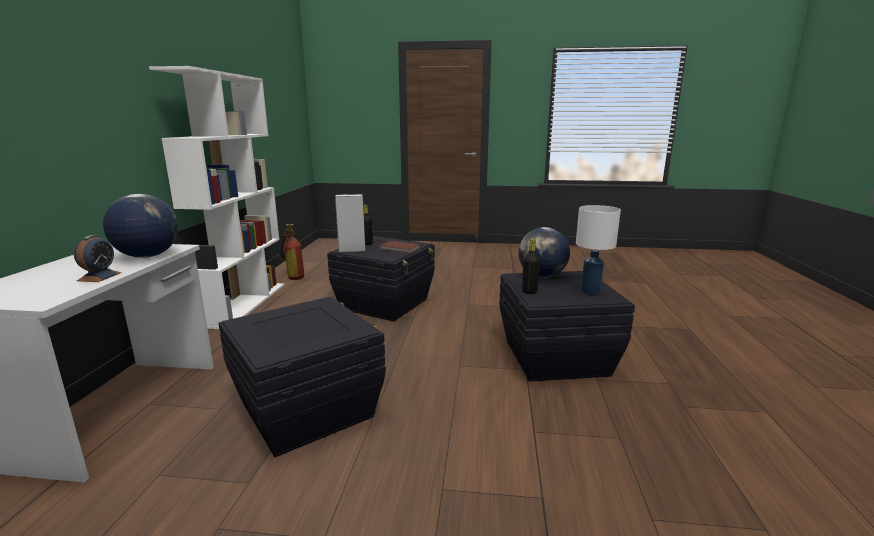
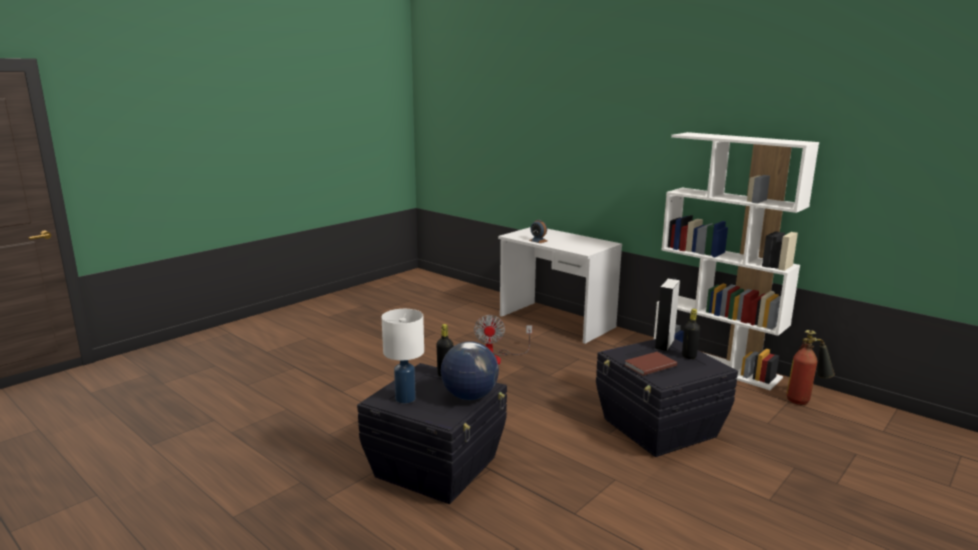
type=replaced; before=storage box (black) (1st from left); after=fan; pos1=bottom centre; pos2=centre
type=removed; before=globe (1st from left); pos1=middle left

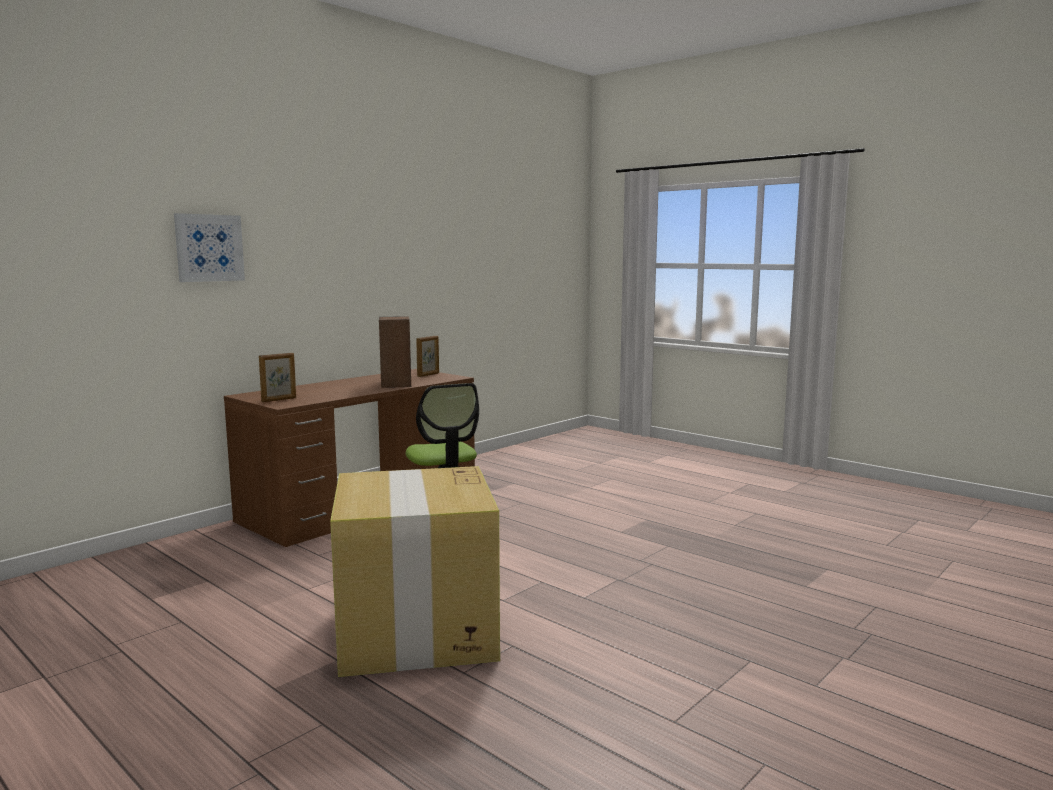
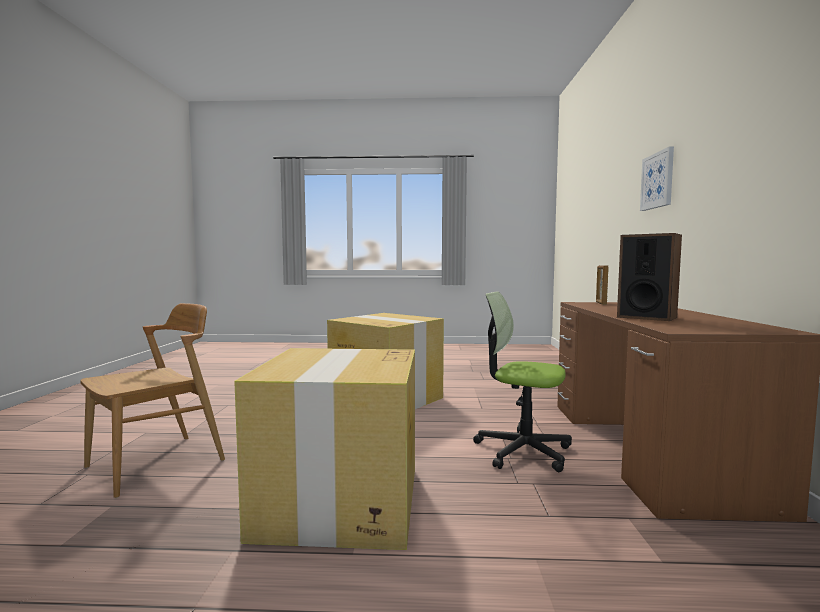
type=added; after=chair (brown); pos2=middle left
type=added; after=cardboard box (1st from left); pos2=bottom centre
type=removed; before=picture frame (2nd from left); pos1=centre

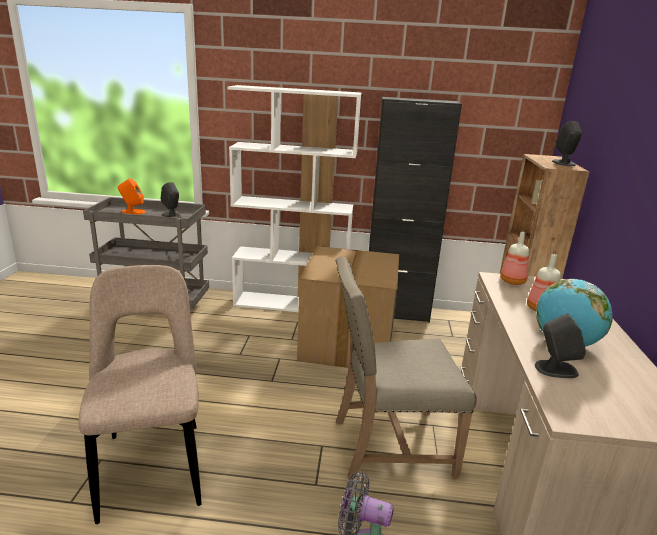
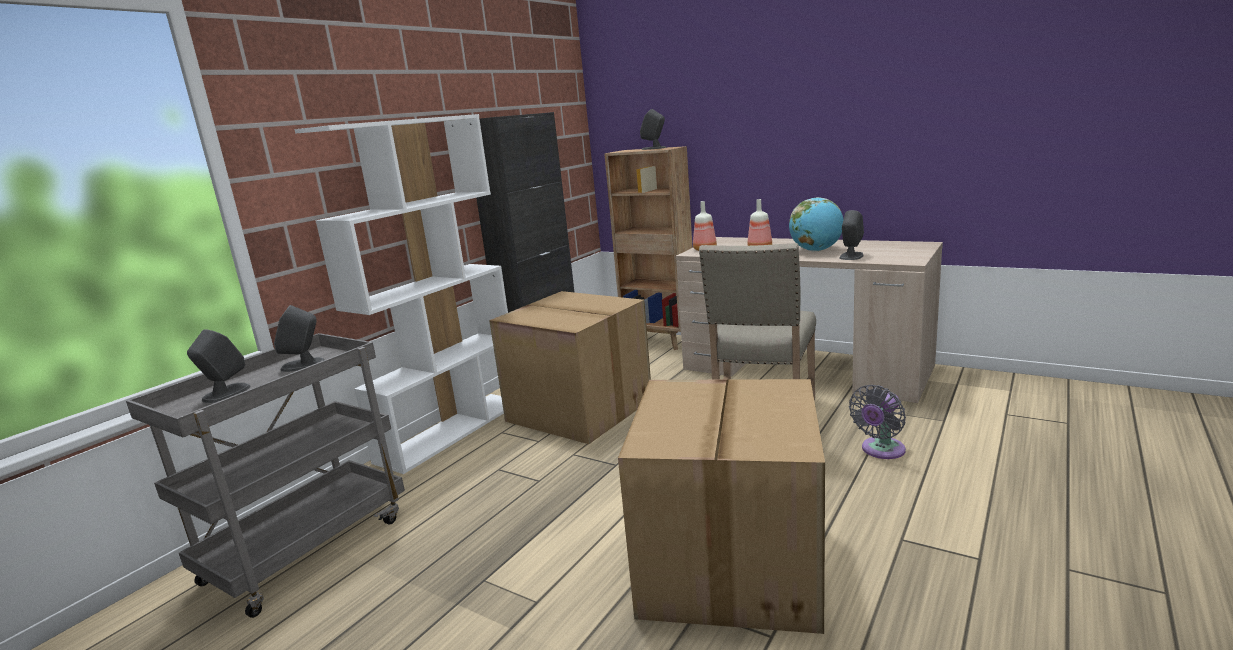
type=recoloured; before=speaker (orange); after=speaker (grey) (1st from left); pos1=middle left; pos2=middle left
type=replaced; before=chair (beige) (1st from left); after=cardboard box (2nd from left); pos1=bottom left; pos2=bottom centre

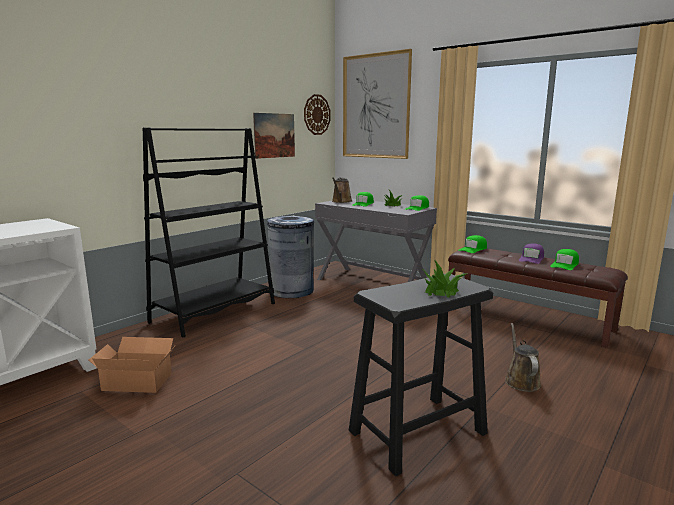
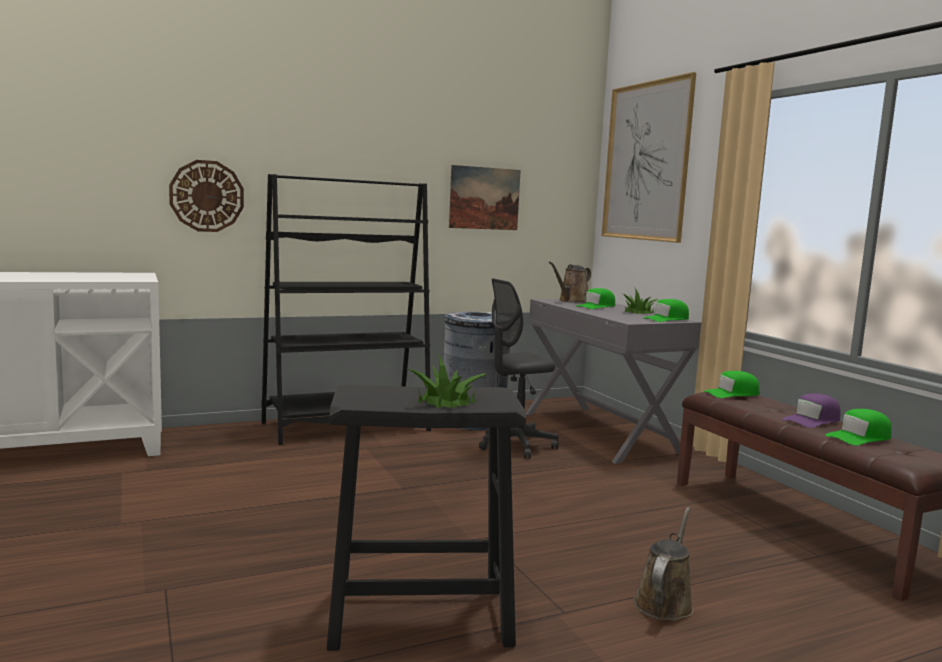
type=moved; before=wall clock; pos1=top centre; pos2=top left
type=added; after=office chair (grey); pos2=centre
type=removed; before=cardboard box; pos1=bottom left

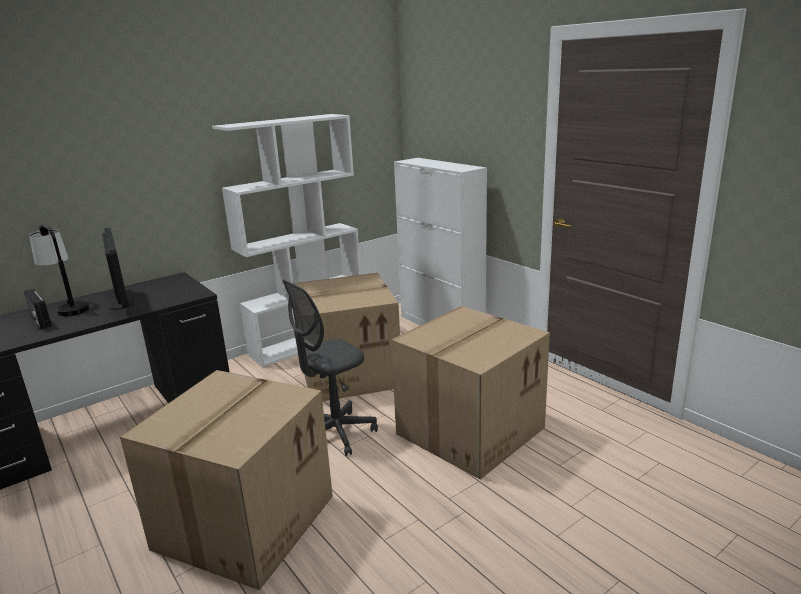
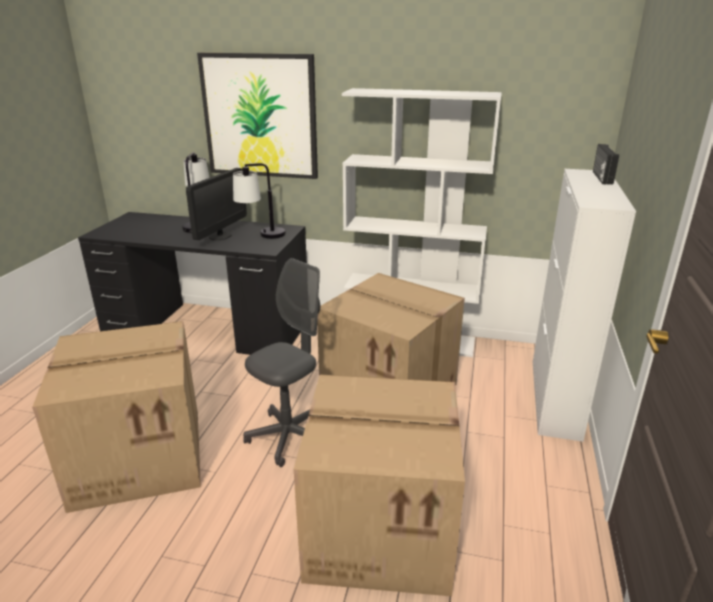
type=added; after=picture; pos2=top centre
type=added; after=table lamp (2nd from left); pos2=centre
type=turned; before=office chair (grey); pos1=centre; pos2=centre; turn=120
type=moved; before=radio; pos1=middle left; pos2=top right

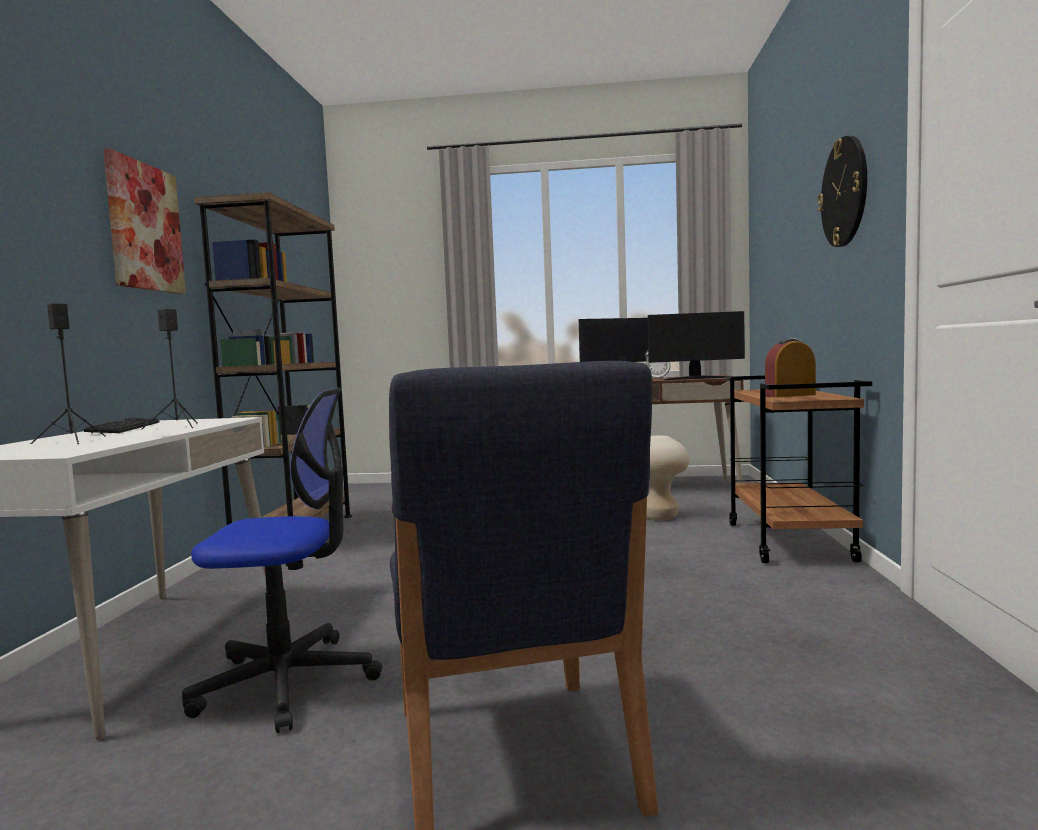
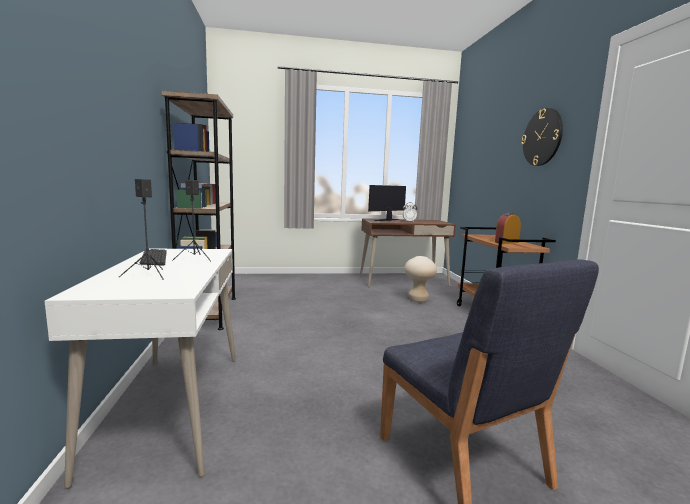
type=removed; before=picture; pos1=top left
type=removed; before=office chair; pos1=bottom left
type=removed; before=monitor (2nd from left); pos1=middle right

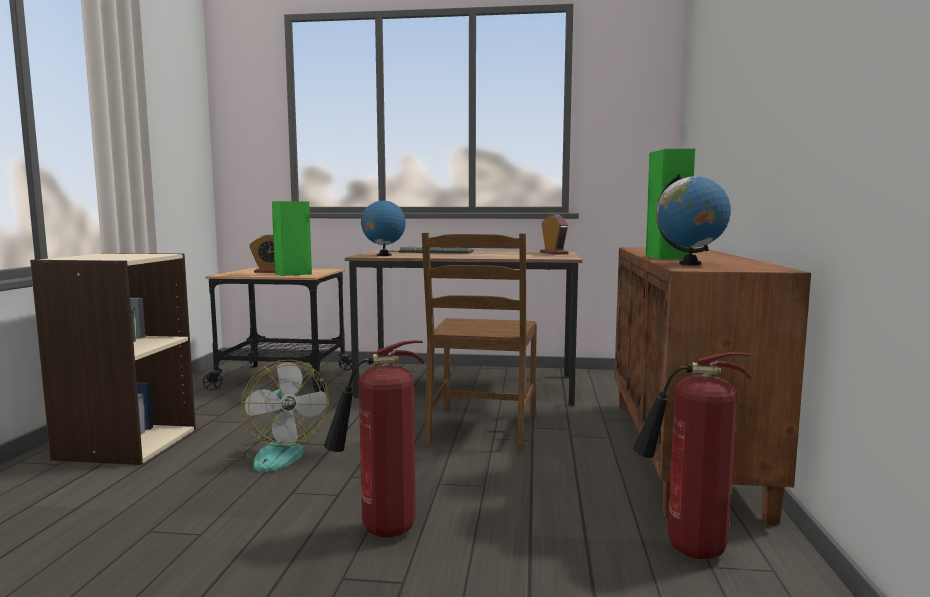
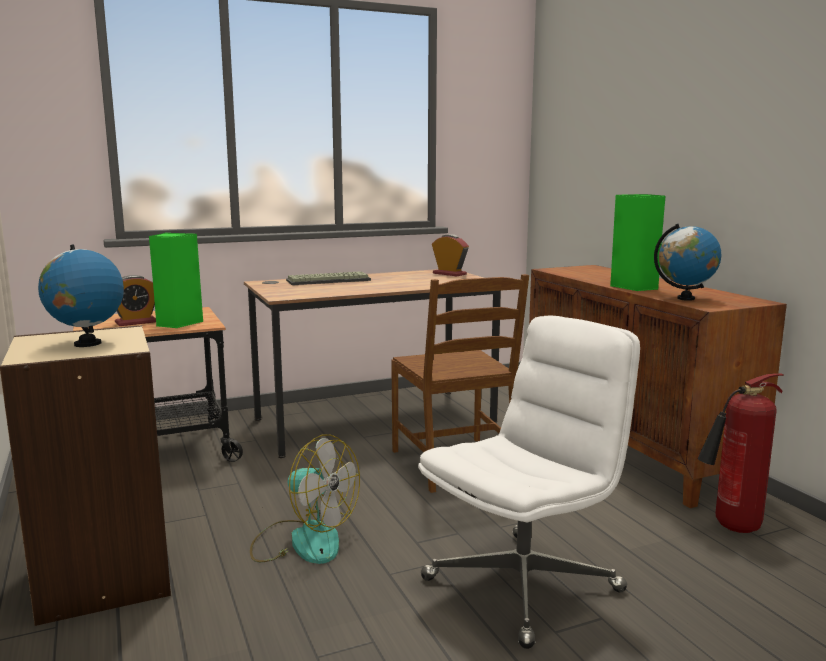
type=moved; before=globe (1st from left); pos1=centre; pos2=middle left
type=replaced; before=fire extinguisher (1st from left); after=office chair (white); pos1=bottom centre; pos2=bottom centre

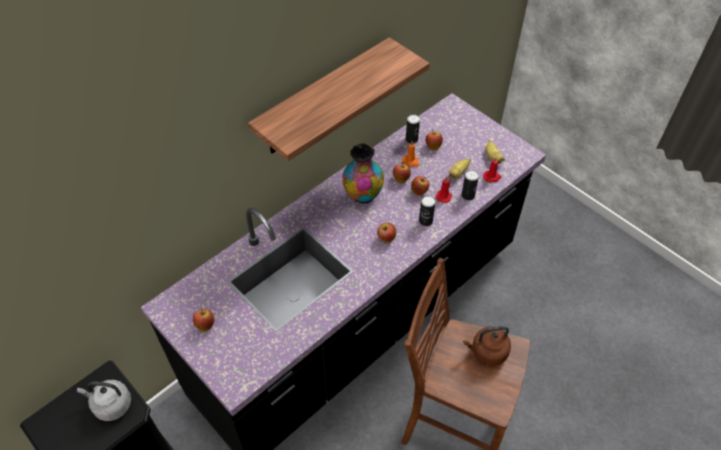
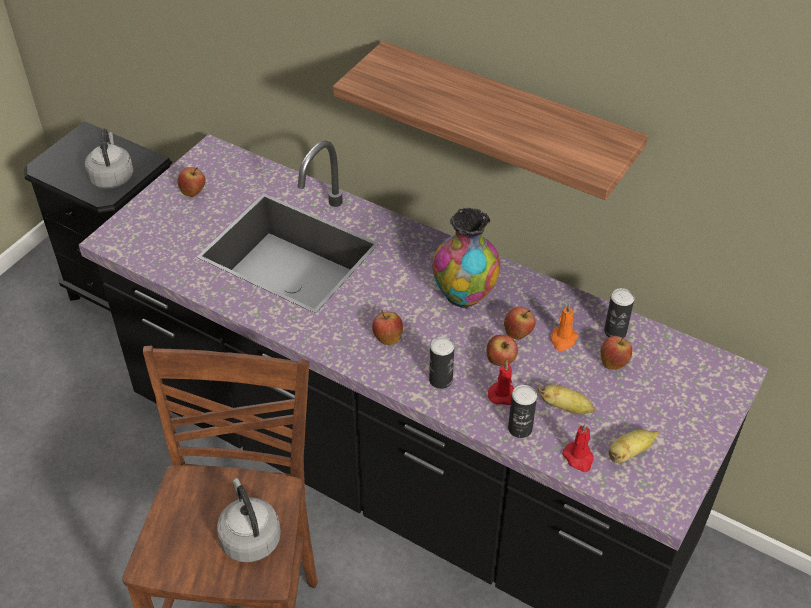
type=recoloured; before=kettle (brown); after=kettle (grey) (2nd from left); pos1=bottom right; pos2=bottom left

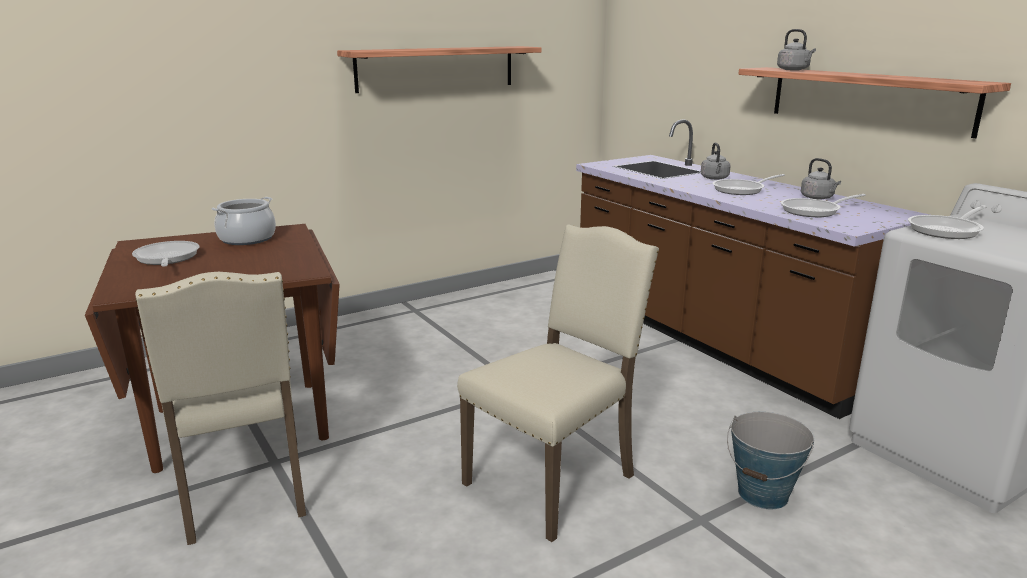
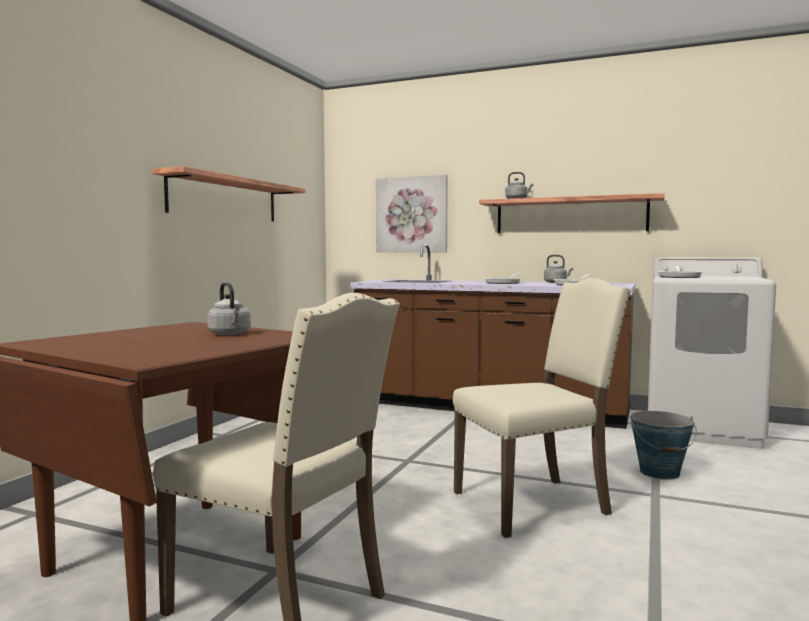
type=moved; before=kettle (grey) (1st from left); pos1=top right; pos2=middle left
type=added; after=picture; pos2=centre
type=turned; before=chair (beige) (2nd from left); pos1=centre; pos2=middle right; turn=60
type=removed; before=frying pan (1st from left); pos1=middle left
type=removed; before=cooking pot; pos1=middle left

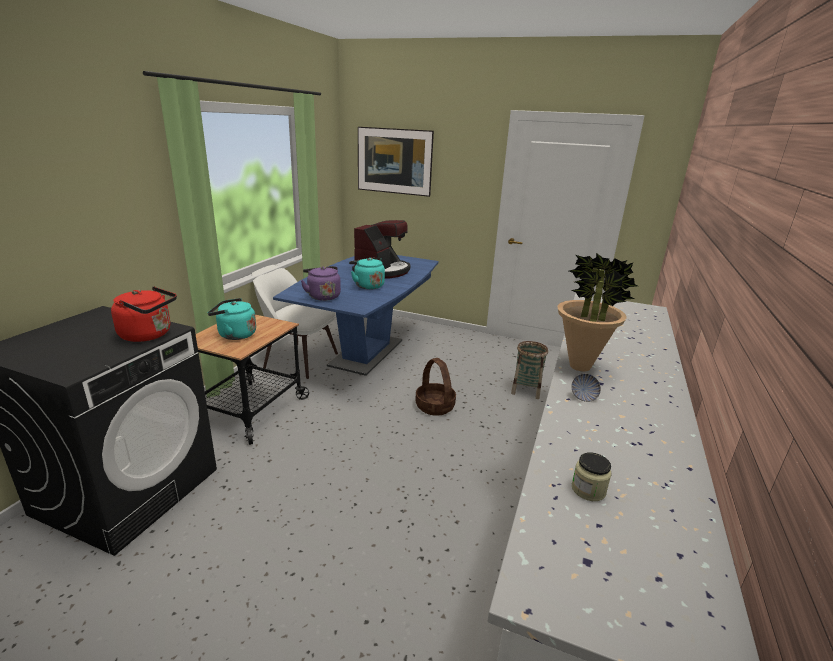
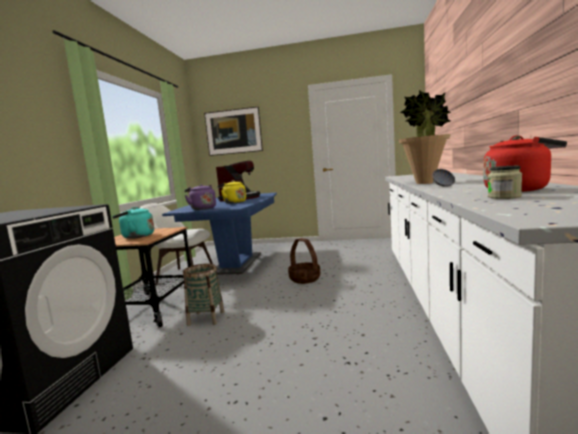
type=moved; before=basket (2nd from left in the first image); after=basket (1st from left); pos1=centre; pos2=bottom centre
type=recoloured; before=kettle (turquoise) (2nd from left); after=kettle (yellow); pos1=centre; pos2=centre
type=moved; before=kettle (red); pos1=middle left; pos2=middle right

